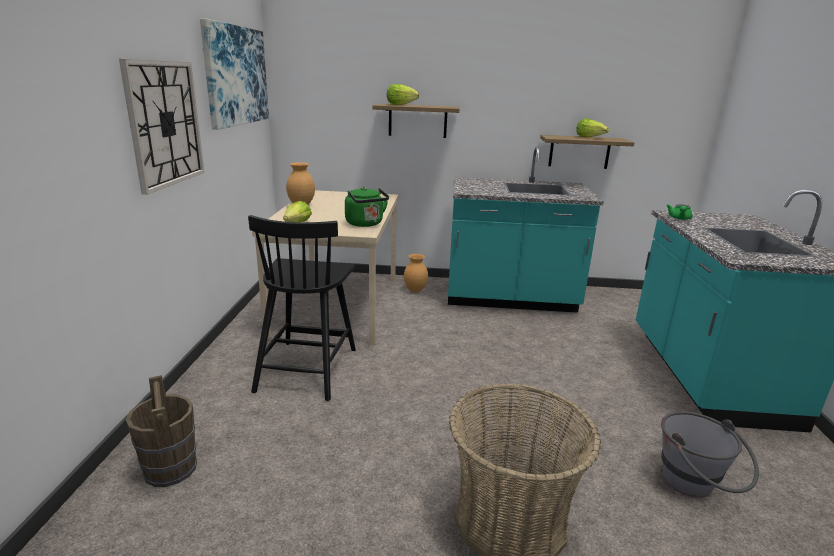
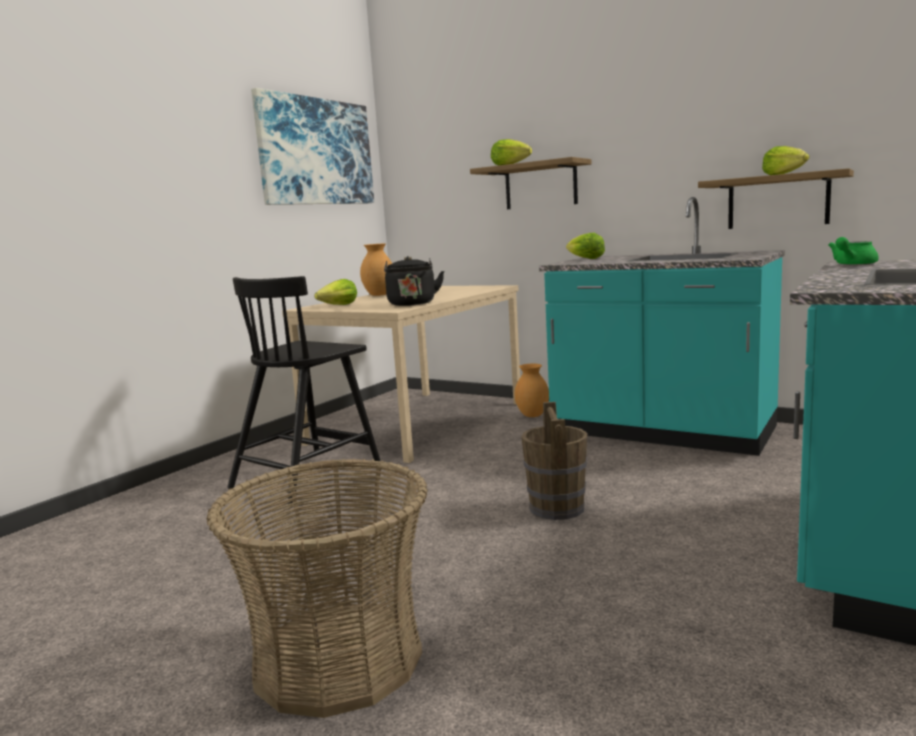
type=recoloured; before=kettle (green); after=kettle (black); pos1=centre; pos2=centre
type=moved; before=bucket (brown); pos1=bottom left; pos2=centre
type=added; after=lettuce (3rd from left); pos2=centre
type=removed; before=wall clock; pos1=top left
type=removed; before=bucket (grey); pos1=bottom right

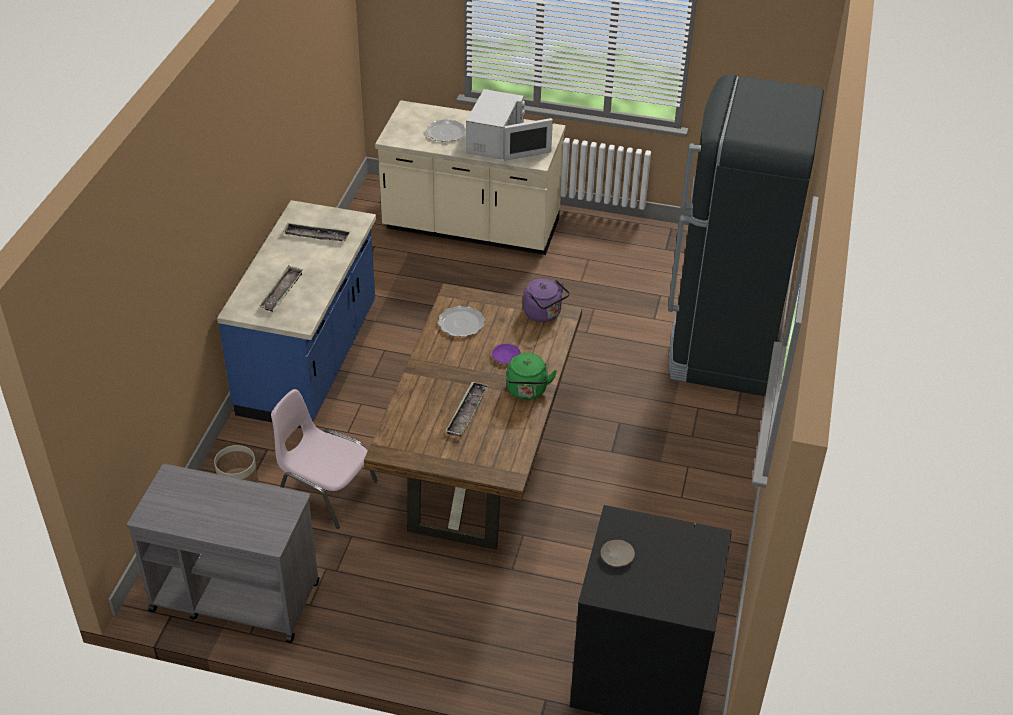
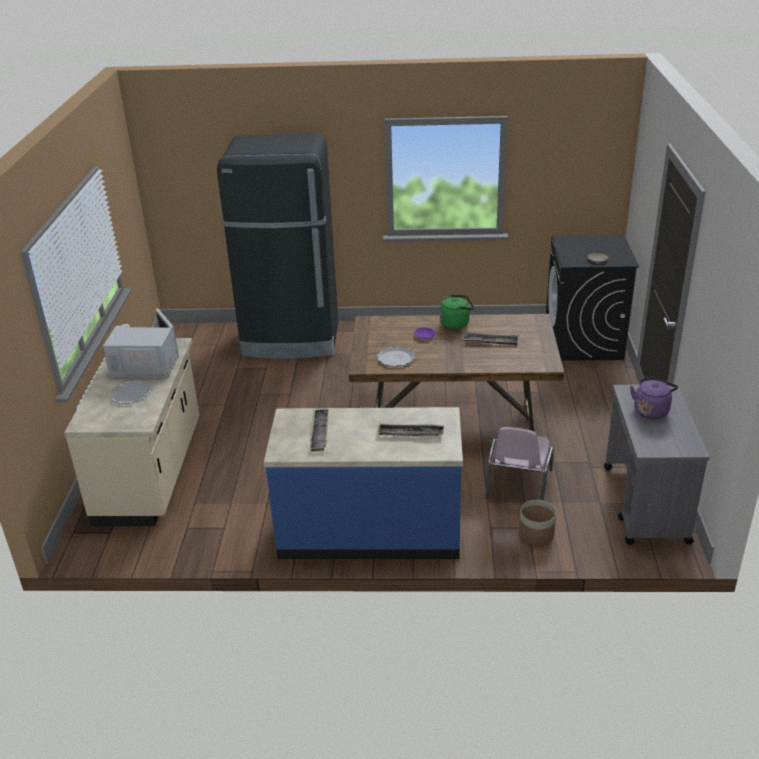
type=moved; before=kettle (purple); pos1=centre; pos2=middle right

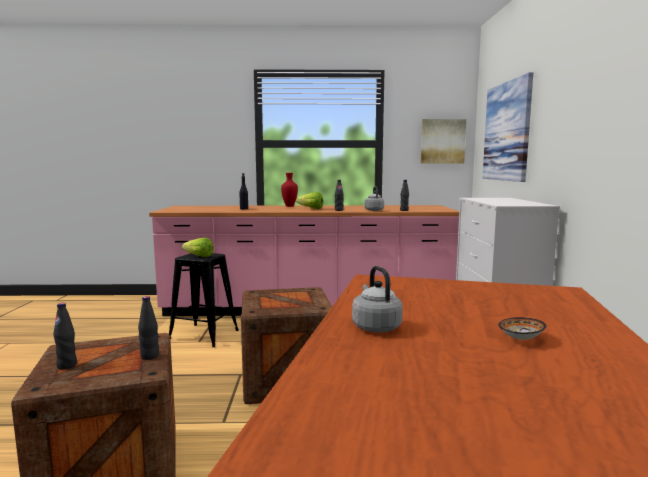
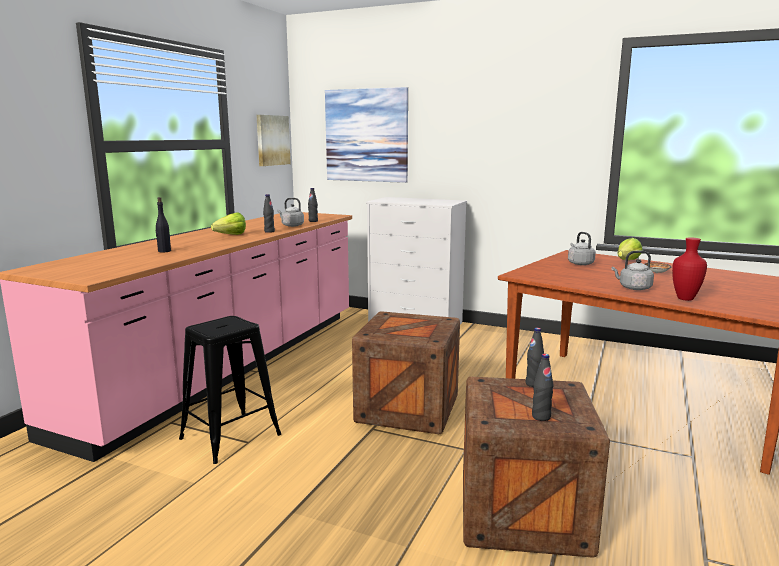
type=added; after=kettle (grey) (2nd from left); pos2=middle right
type=moved; before=lettuce (1st from left in the first image); after=lettuce (2nd from left); pos1=middle left; pos2=middle right
type=moved; before=vase (red); pos1=centre; pos2=middle right

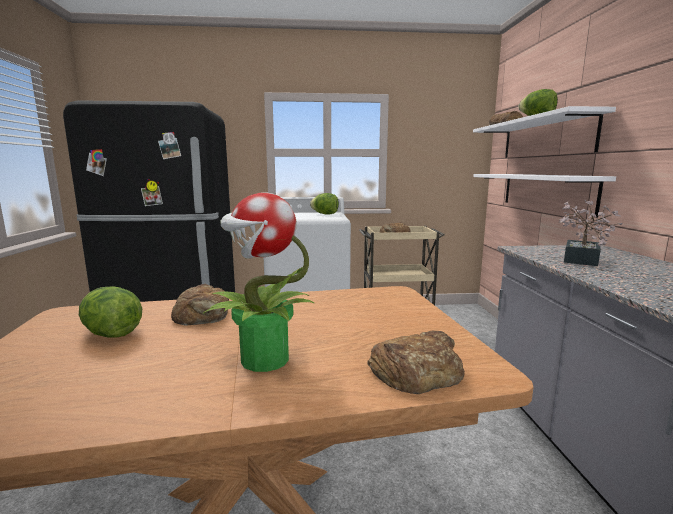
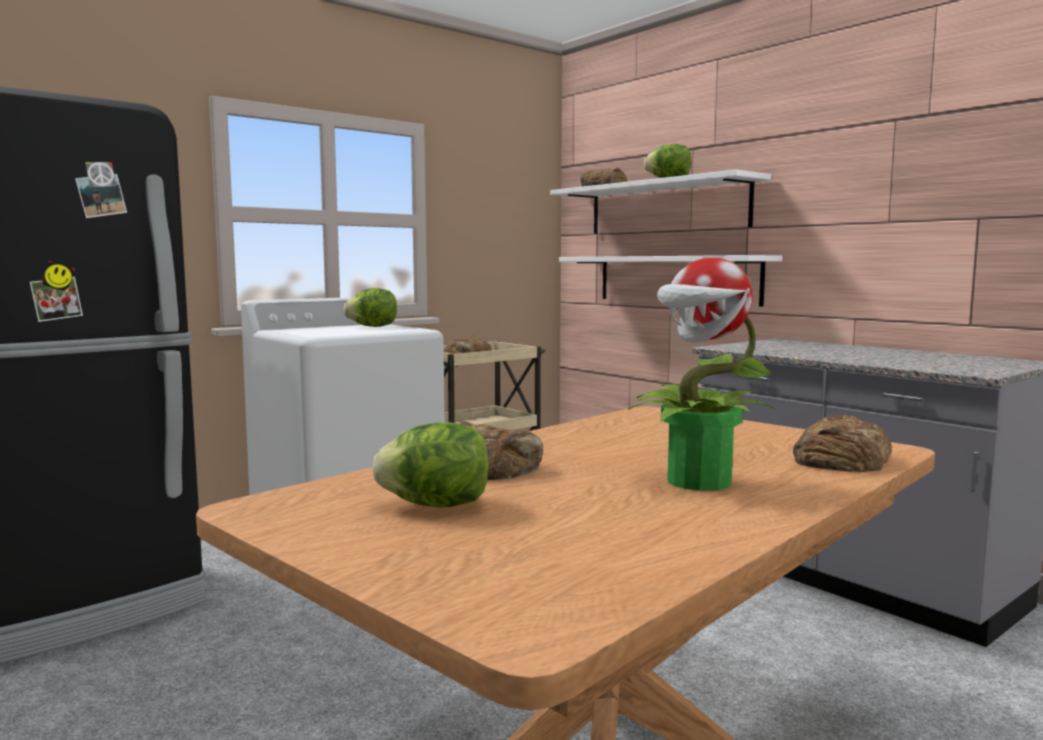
type=removed; before=potted plant (2nd from left); pos1=middle right

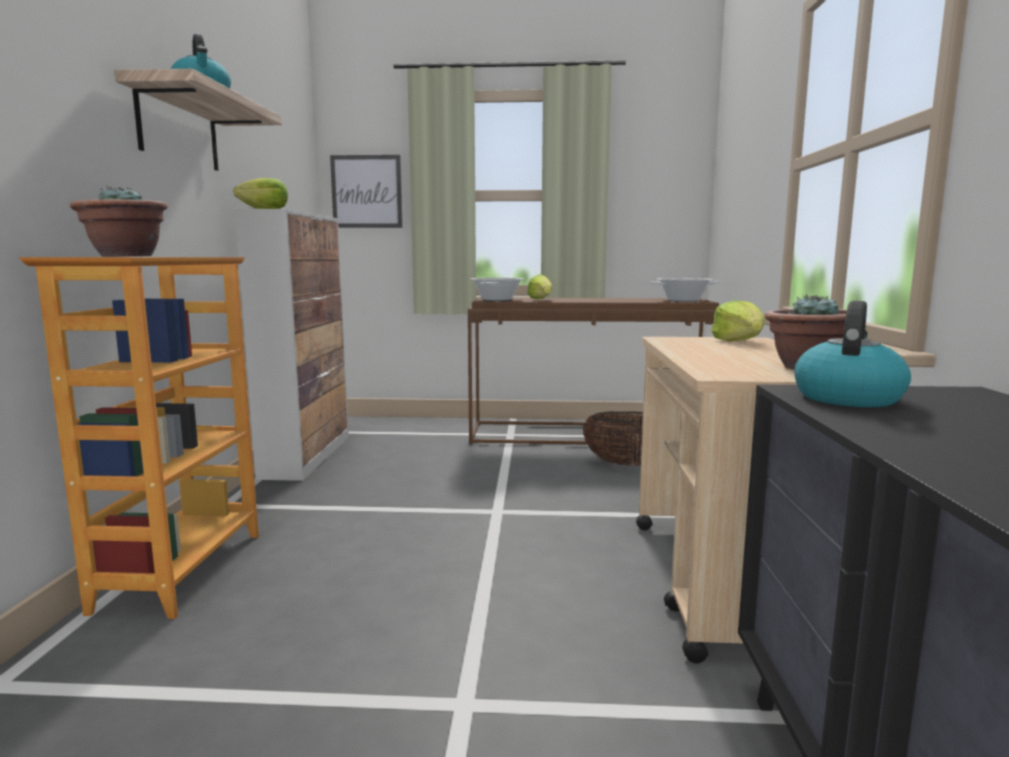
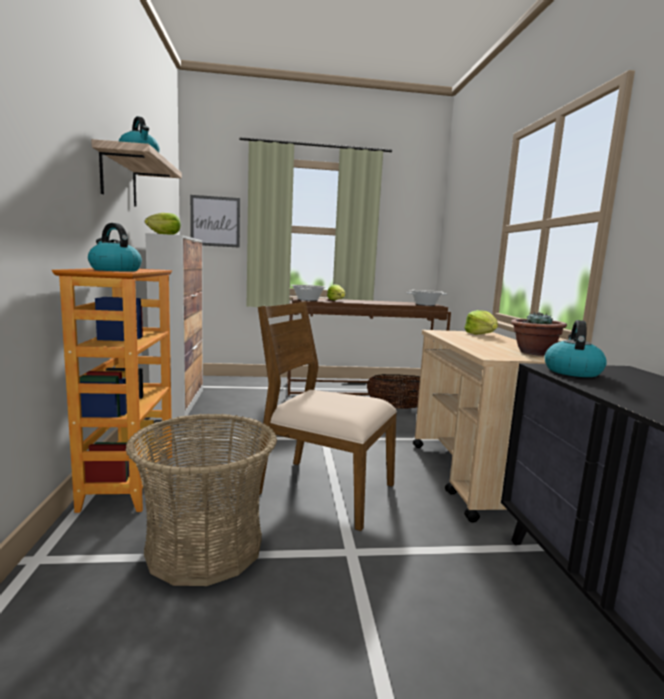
type=replaced; before=potted plant (1st from left); after=kettle (1st from left); pos1=top left; pos2=middle left
type=added; after=basket (1st from left); pos2=bottom left
type=added; after=chair (brown); pos2=centre

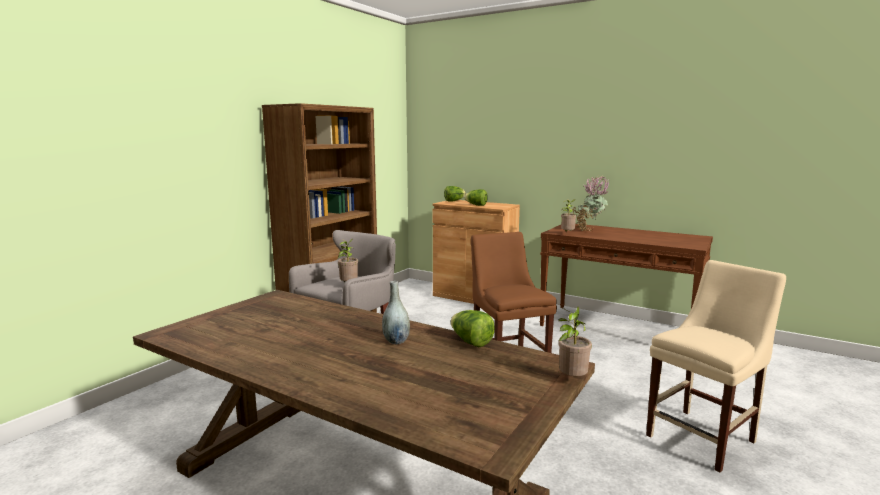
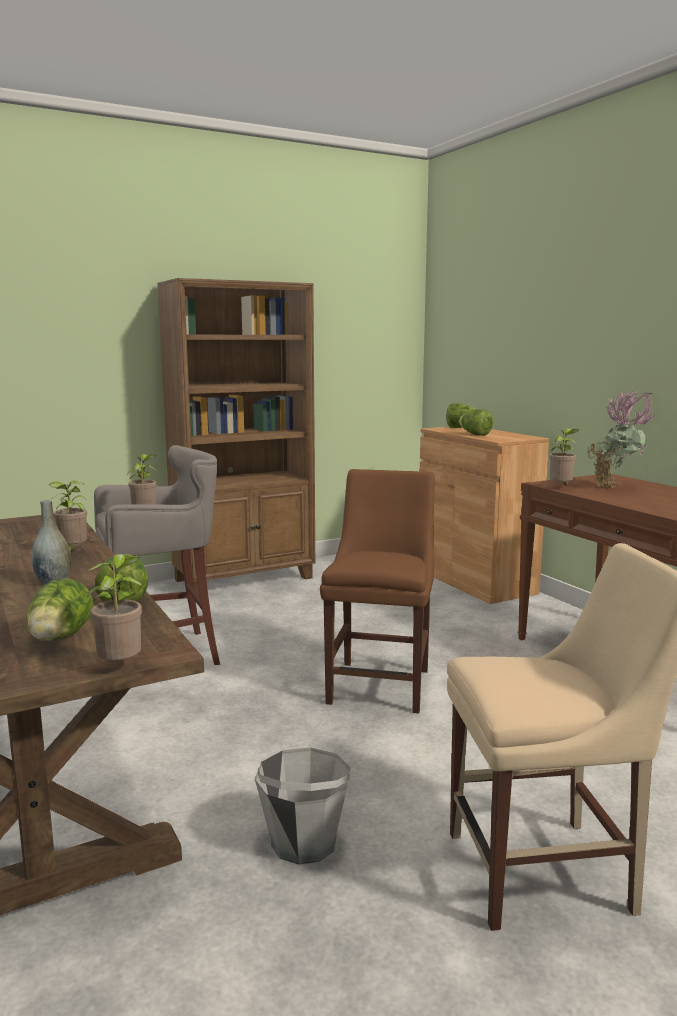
type=added; after=lettuce (1st from left); pos2=middle left
type=added; after=potted plant (1st from left); pos2=middle left
type=added; after=bucket (grey); pos2=bottom centre

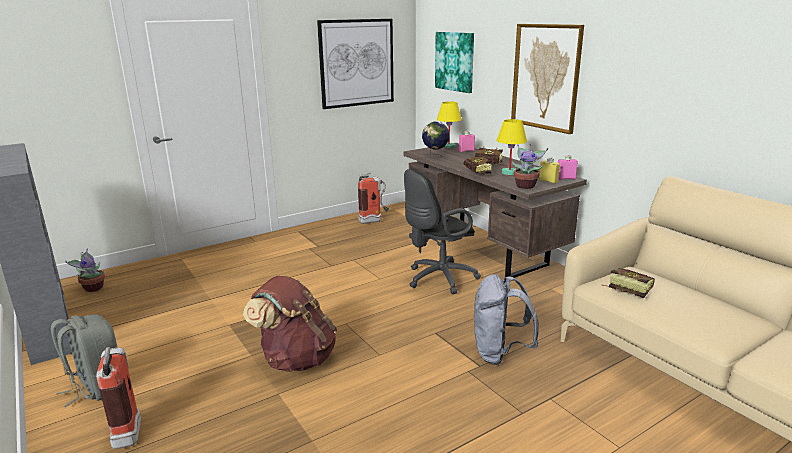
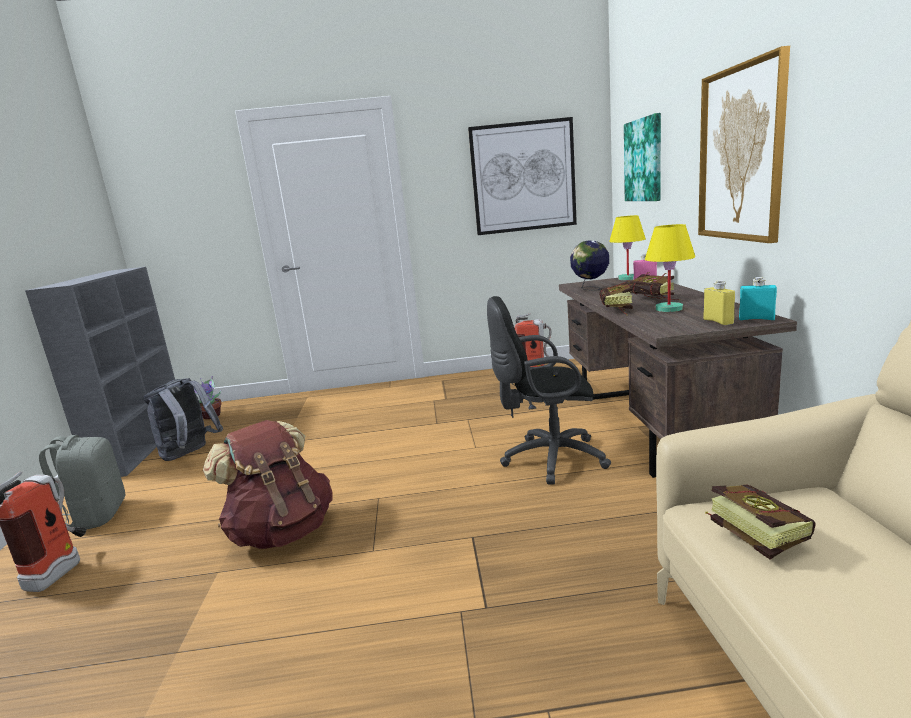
type=moved; before=backpack (grey) (2nd from left); pos1=bottom centre; pos2=middle left
type=recoloured; before=bottle (pink) (2nd from left); after=bottle (turquoise); pos1=middle right; pos2=middle right
type=removed; before=potted plant (2nd from left); pos1=middle right

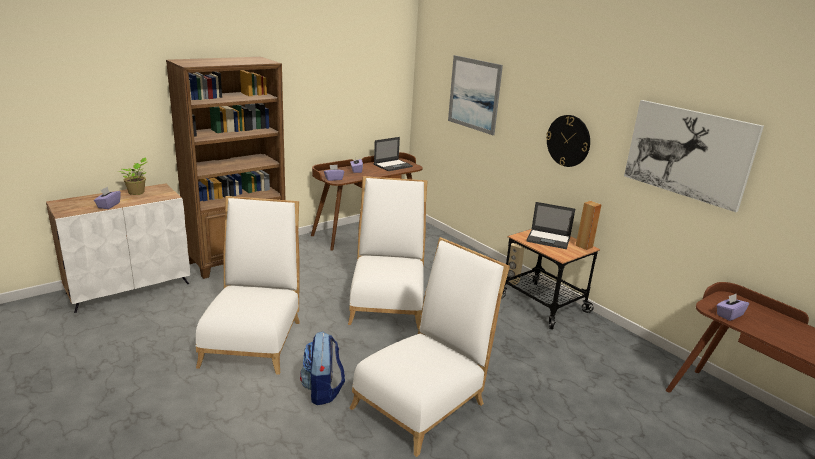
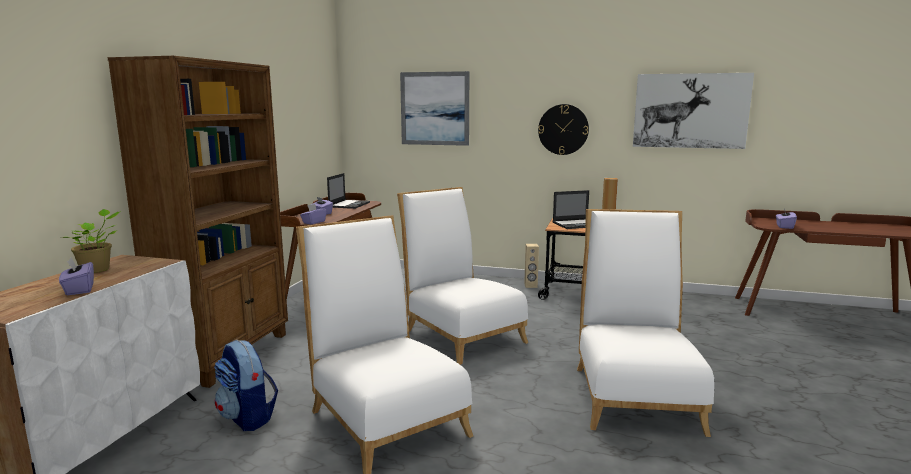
type=moved; before=backpack; pos1=bottom centre; pos2=bottom left

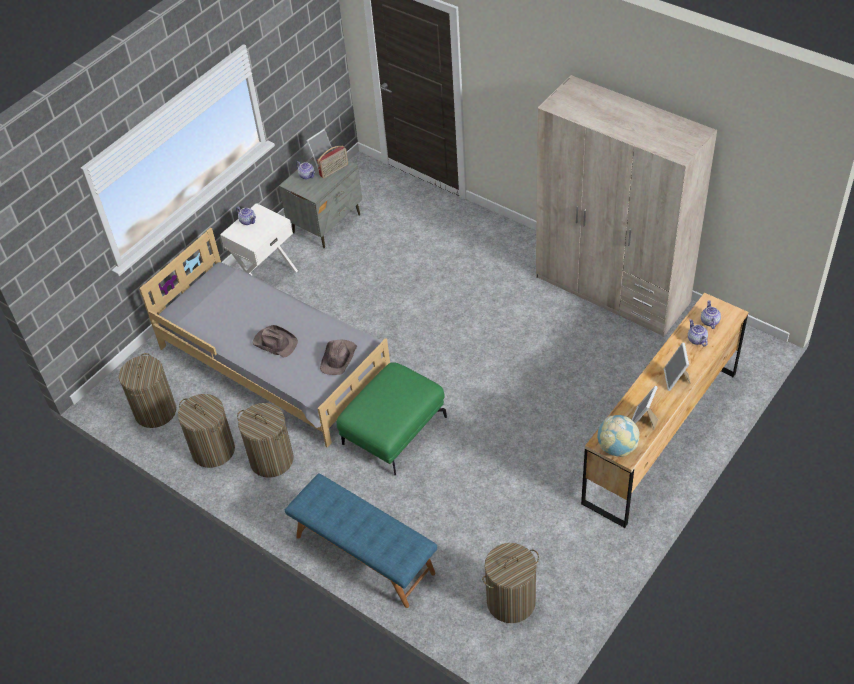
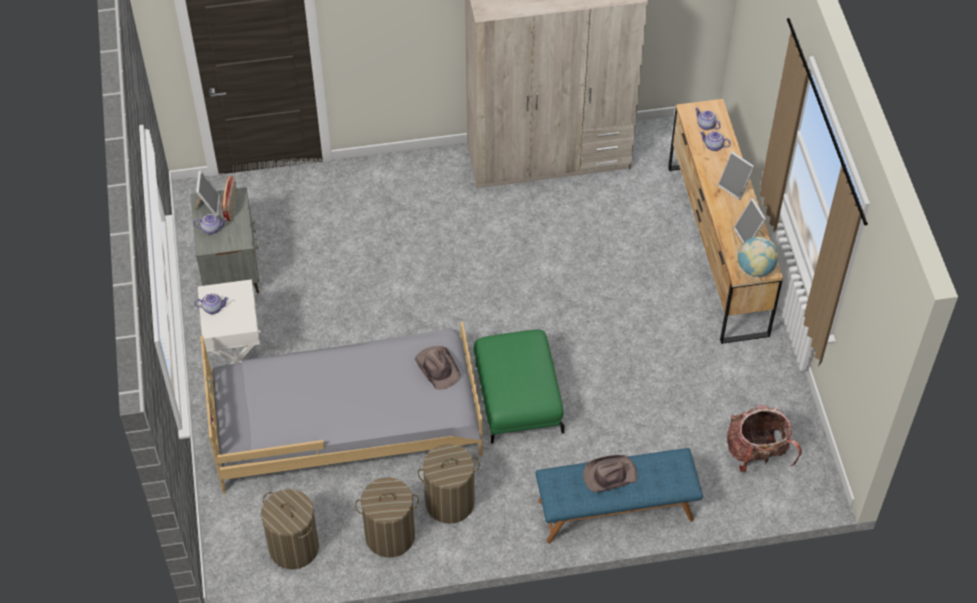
type=moved; before=hat (brown) (1st from left in the first image); after=hat (brown) (2nd from left); pos1=middle left; pos2=bottom centre
type=replaced; before=laundry basket (4th from left); after=backpack; pos1=bottom centre; pos2=bottom right

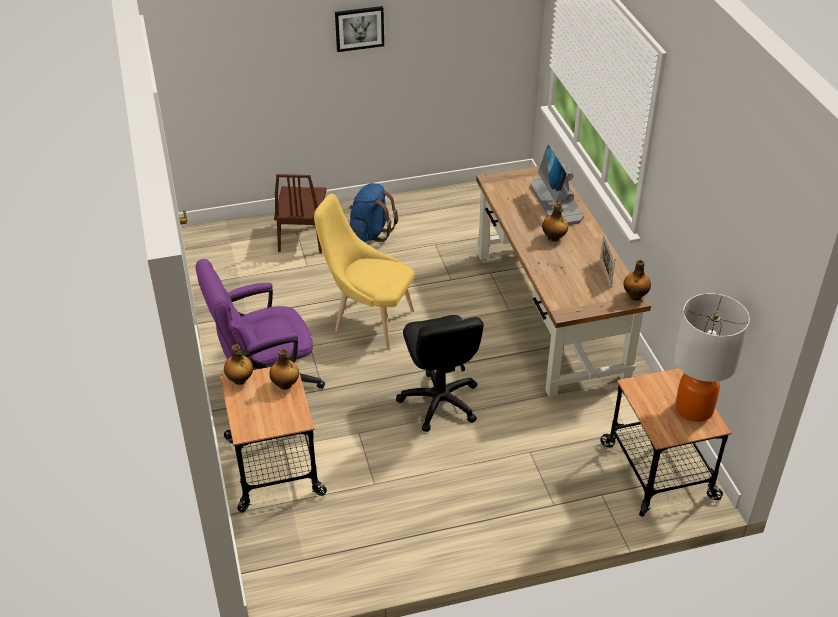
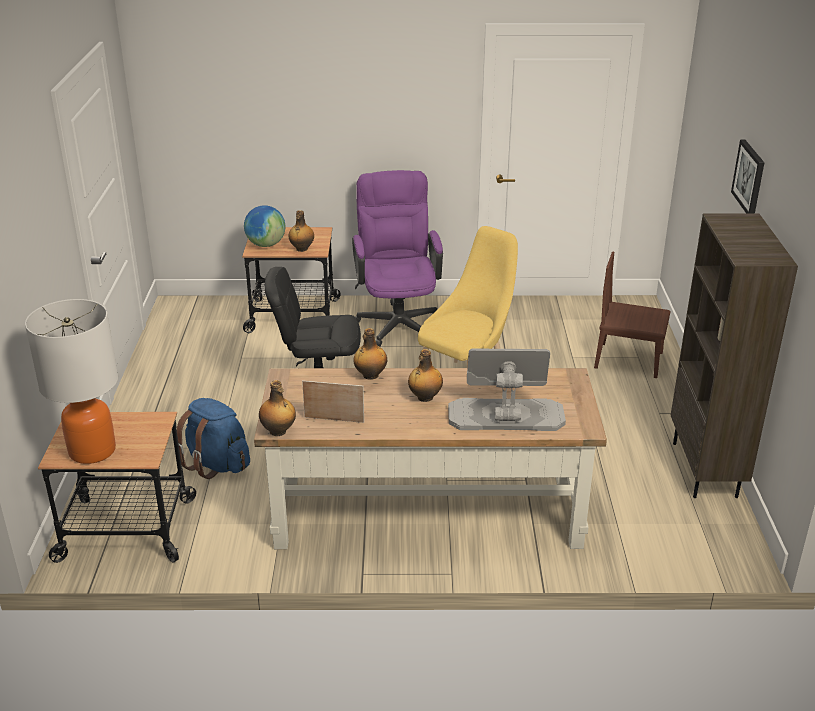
type=moved; before=backpack (blue); pos1=centre; pos2=middle left
type=added; after=globe; pos2=top left
type=moved; before=bottle (1st from left in the first image); after=bottle (3rd from left); pos1=middle left; pos2=centre
type=added; after=bookcase (brown); pos2=middle right

